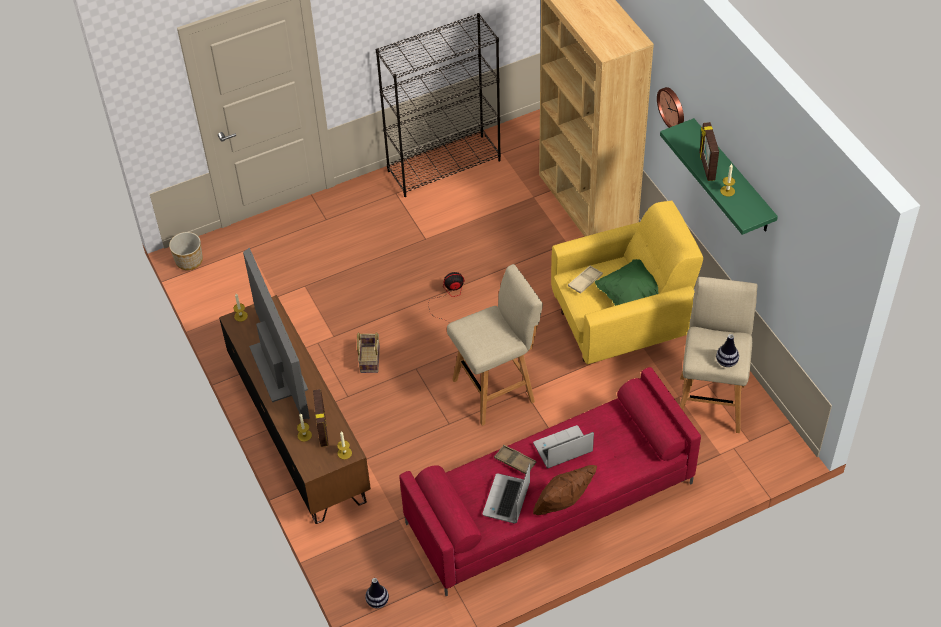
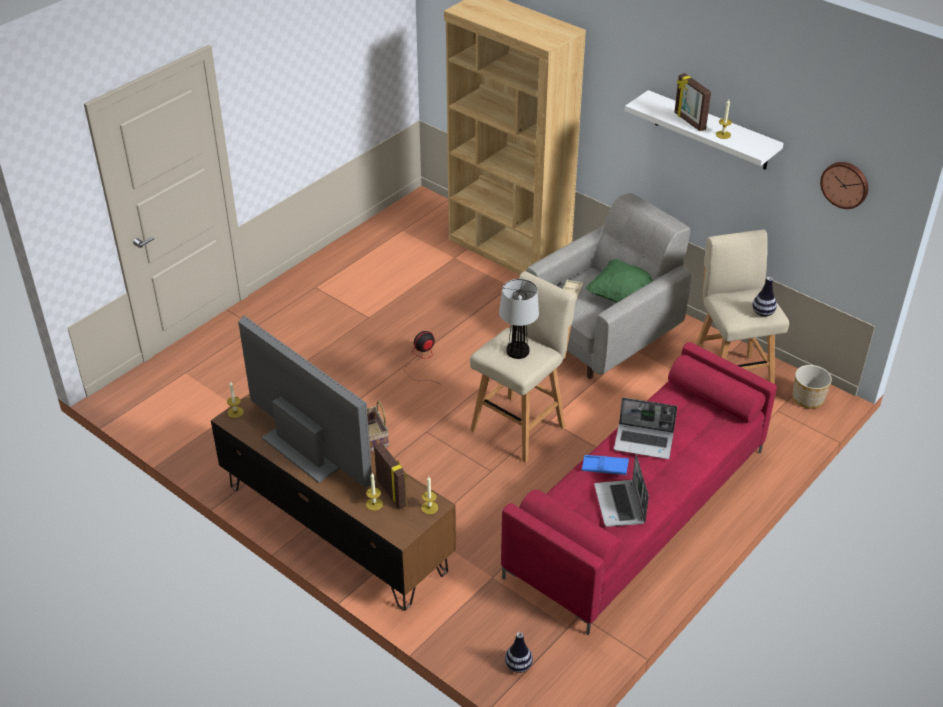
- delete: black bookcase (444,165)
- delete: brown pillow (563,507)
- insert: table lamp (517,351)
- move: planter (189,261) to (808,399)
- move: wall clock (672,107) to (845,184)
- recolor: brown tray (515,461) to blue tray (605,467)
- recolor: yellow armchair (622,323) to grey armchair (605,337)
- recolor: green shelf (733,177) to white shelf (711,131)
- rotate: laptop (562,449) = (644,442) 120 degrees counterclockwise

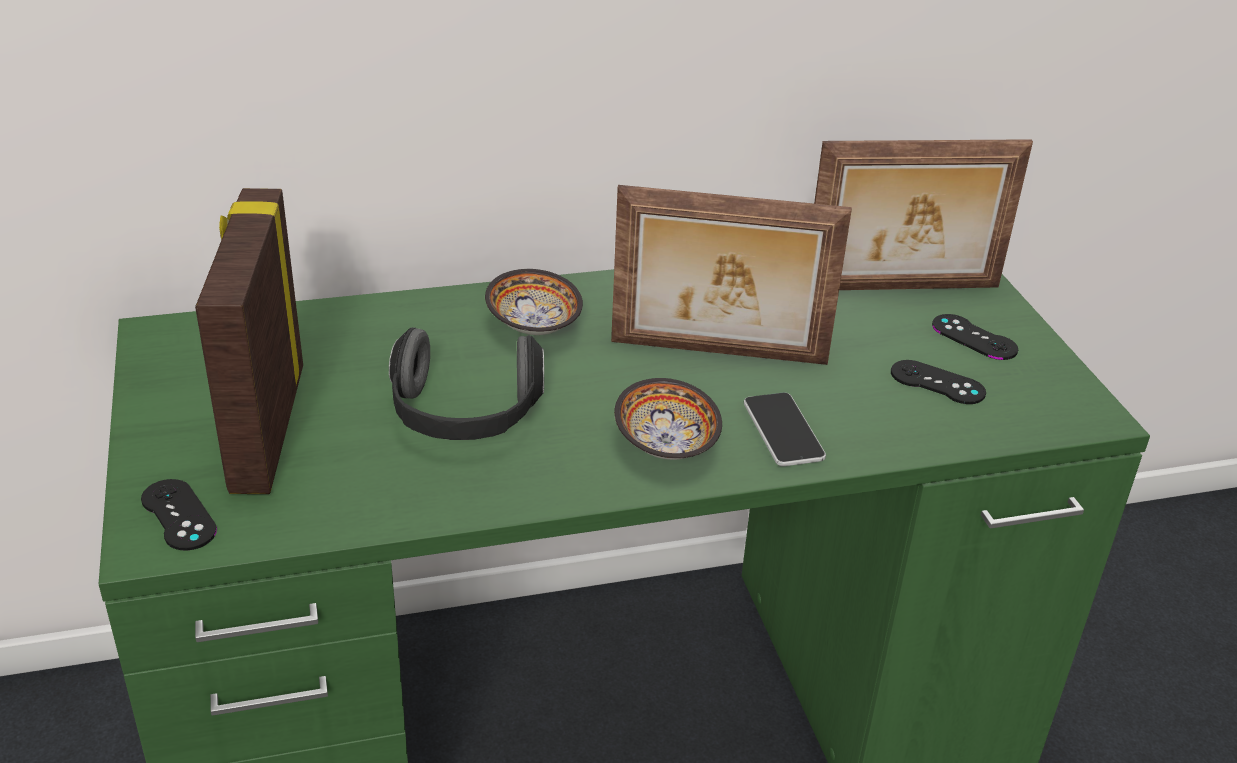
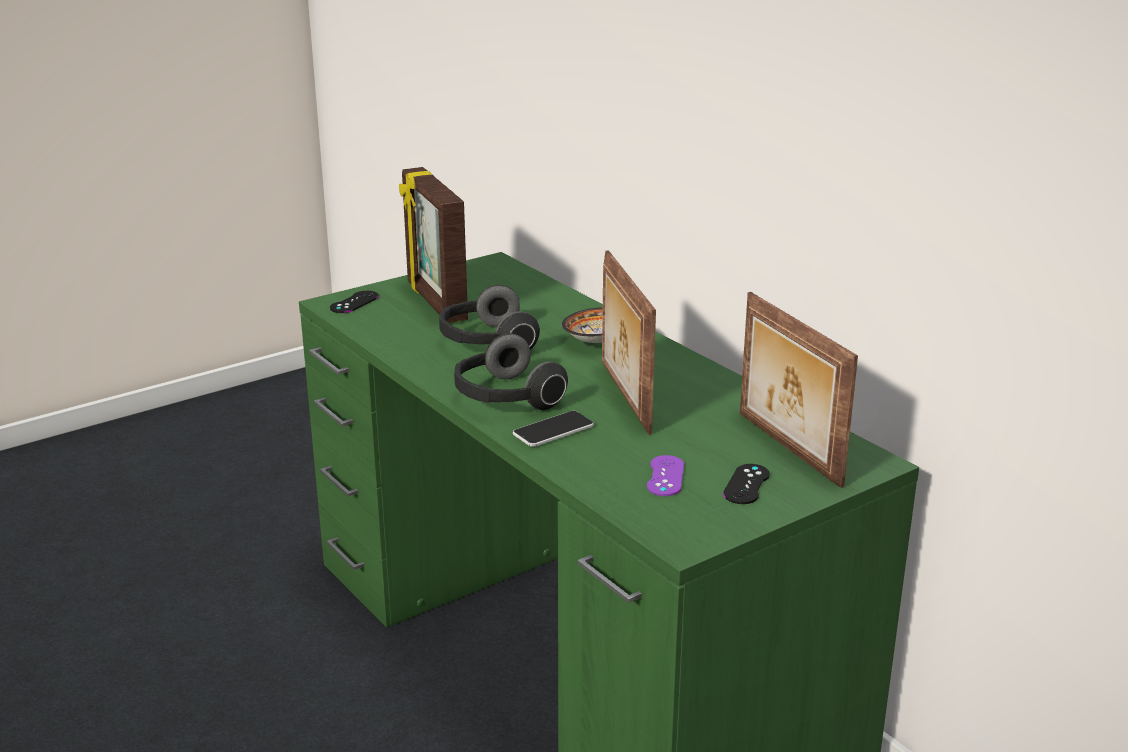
- replace: bowl (664,446) to headphones (505,398)
- recolor: black game controller (937,383) to purple game controller (665,476)
- rotate: picture frame (264,428) = (435,302) 90 degrees counterclockwise

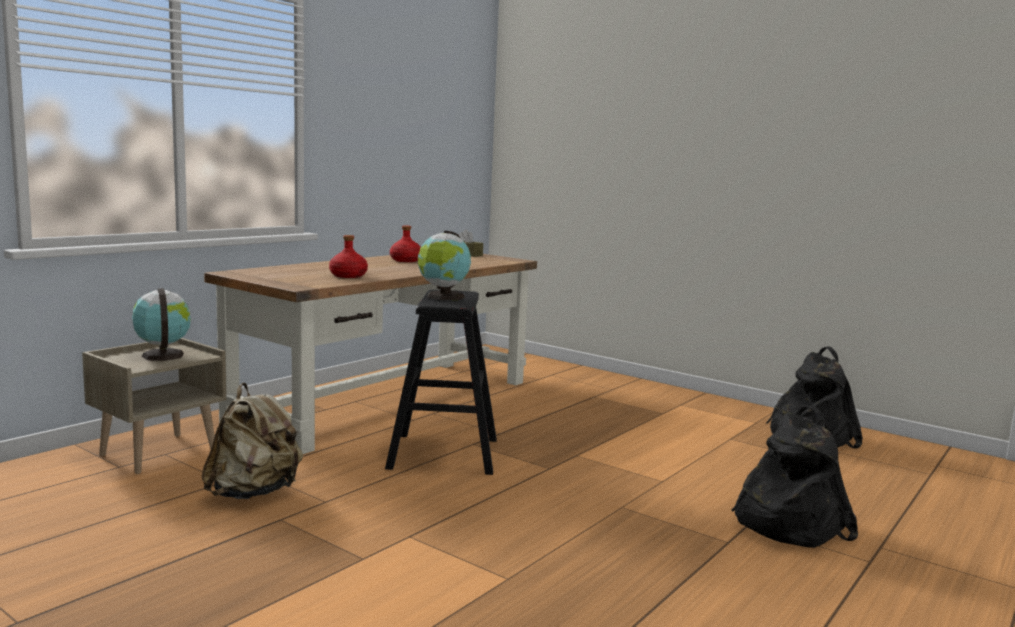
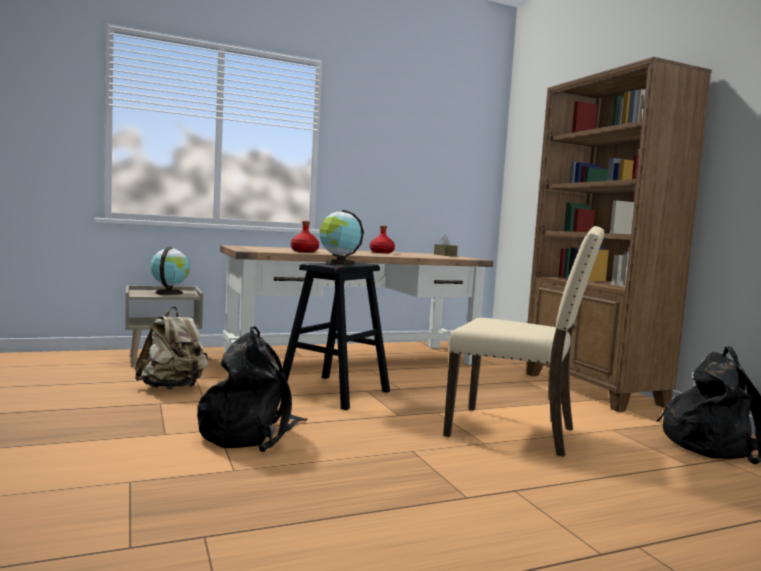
- insert: beige chair (514,431)
- insert: brown bookcase (592,389)
- move: black backpack (785,523) to (251,432)

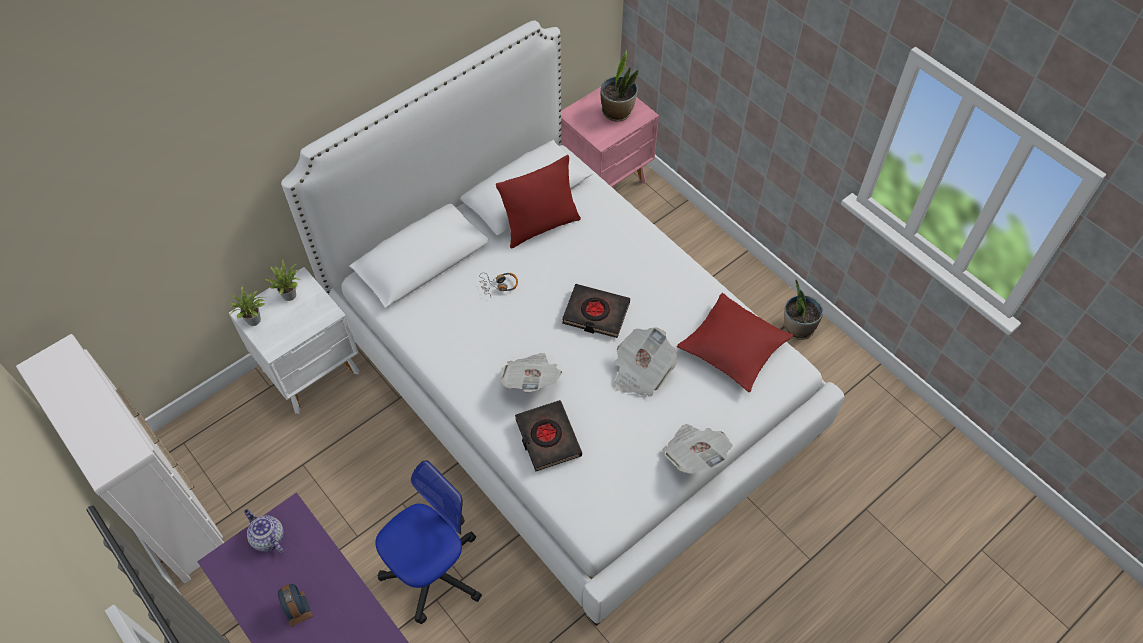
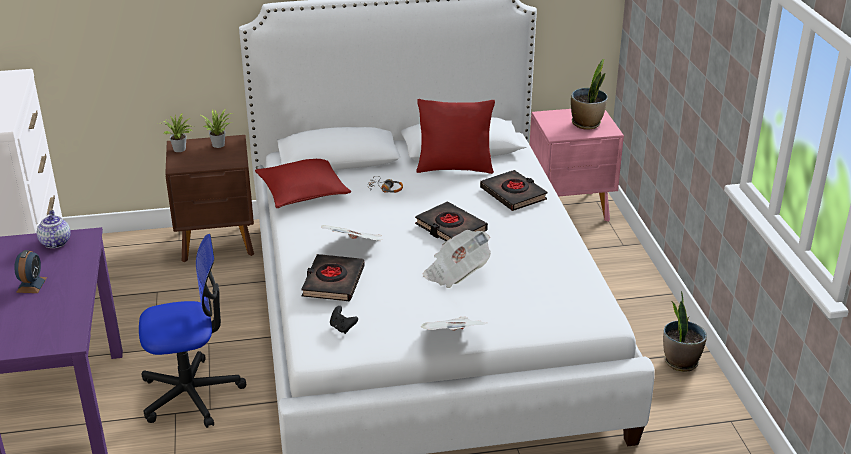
- insert: black game controller (342,328)
- insert: black book (513,194)
- move: red pillow (733,348) to (303,192)
- recolor: white nightstand (313,372) to brown nightstand (218,243)

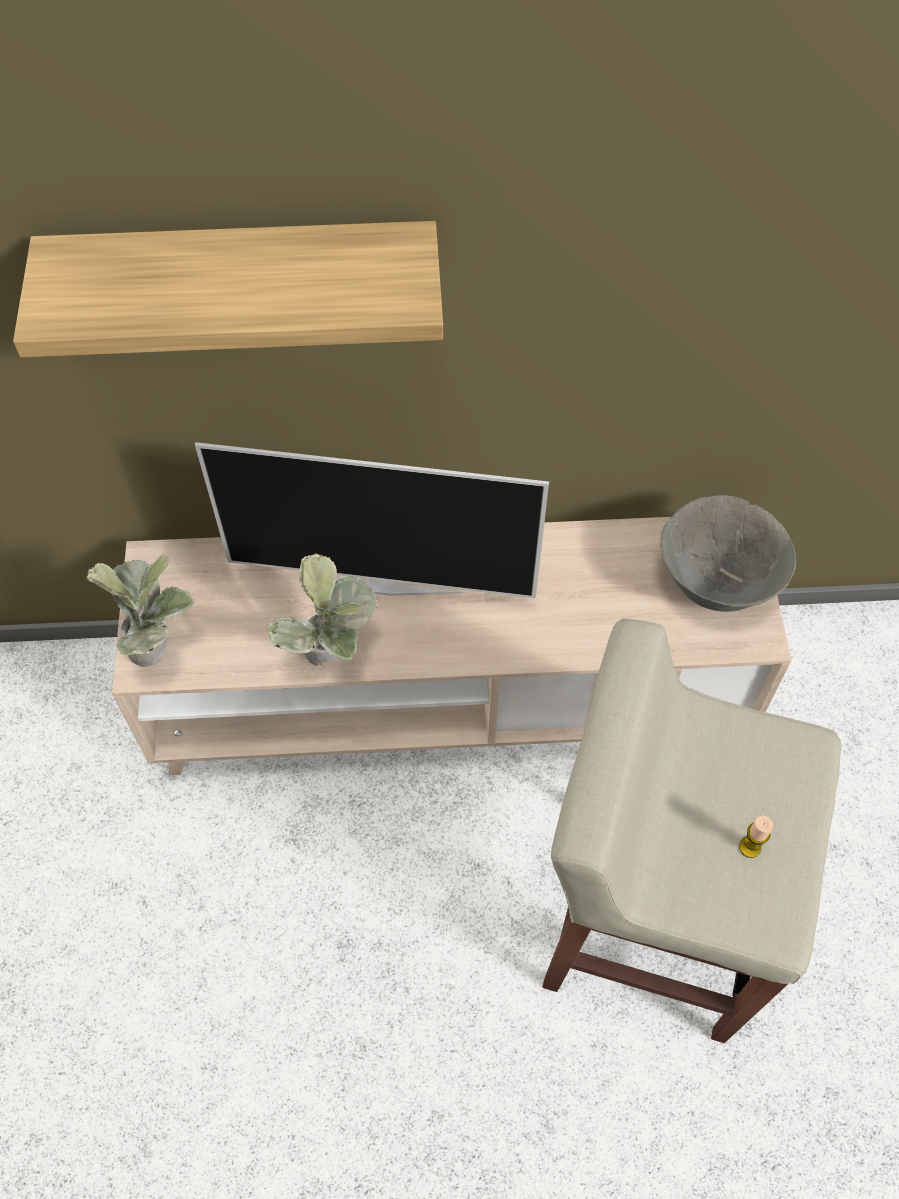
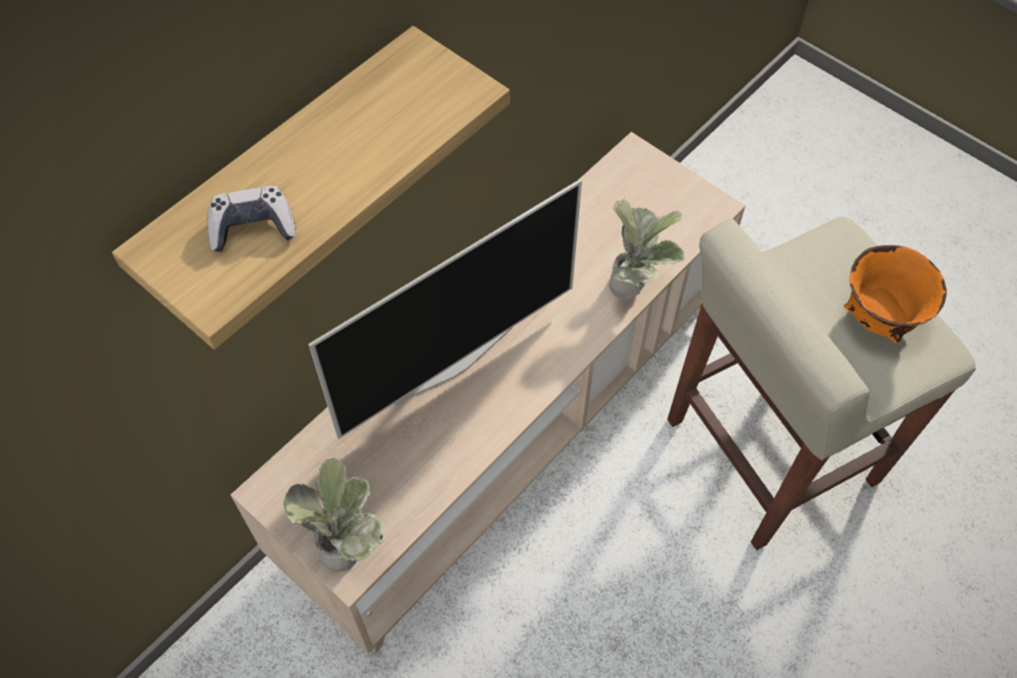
- delete: grey bowl (716,583)
- insert: game controller (252,227)
- move: potted plant (332,657) to (635,285)
- replace: candle (749,847) to orange bowl (879,320)

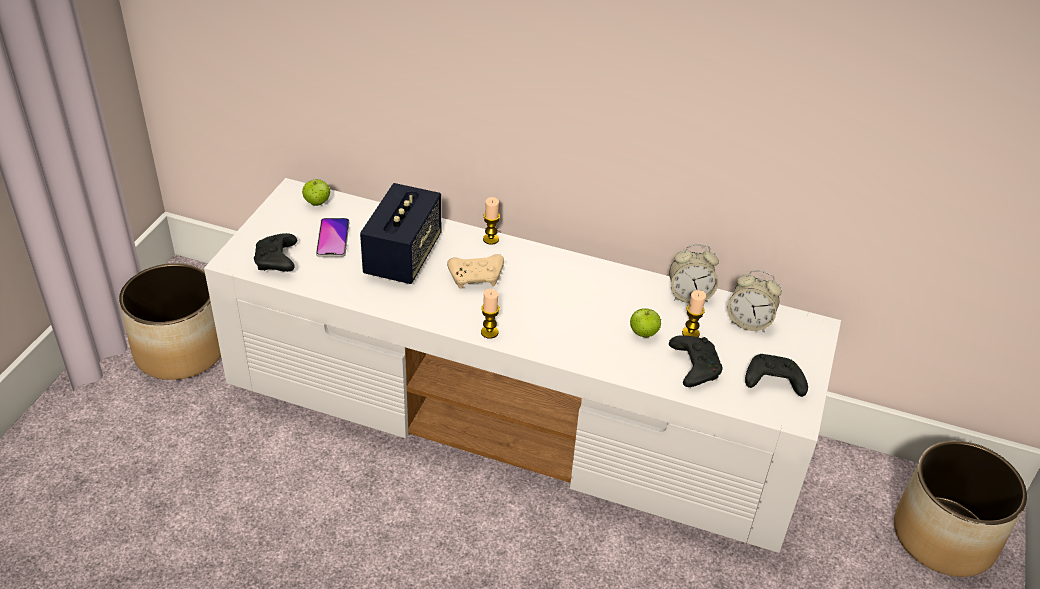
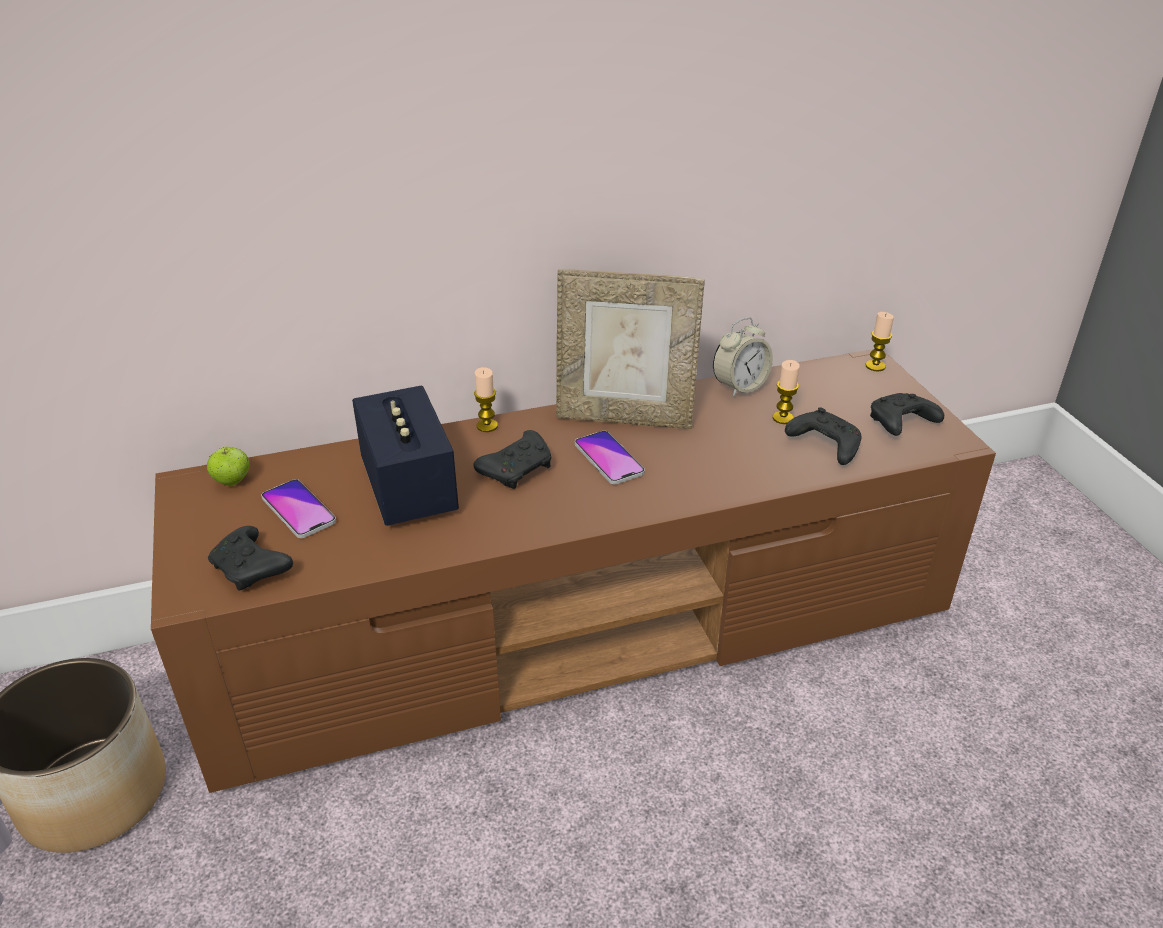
- delete: apple (643,333)
- delete: alarm clock (749,322)
- delete: planter (945,536)
- insert: picture frame (625,417)
- insert: phone (608,459)
- move: candle (489,332) to (875,366)
- recolor: white tv stand (517,415) to brown tv stand (585,628)
- recolor: beige game controller (477,277) to black game controller (518,469)

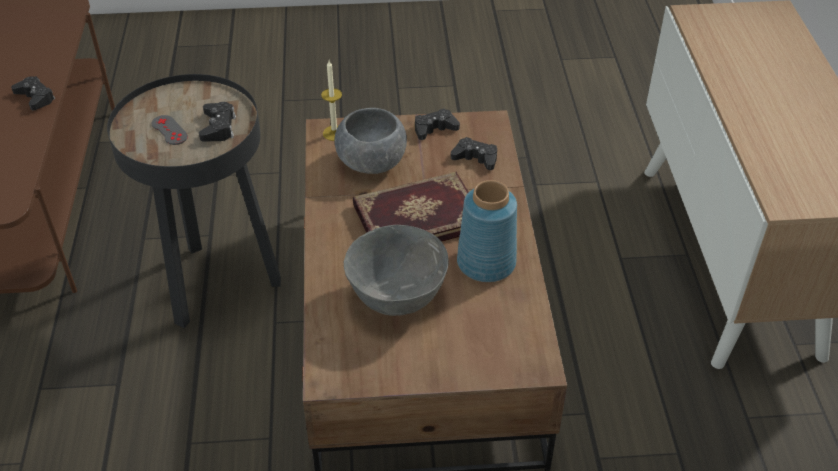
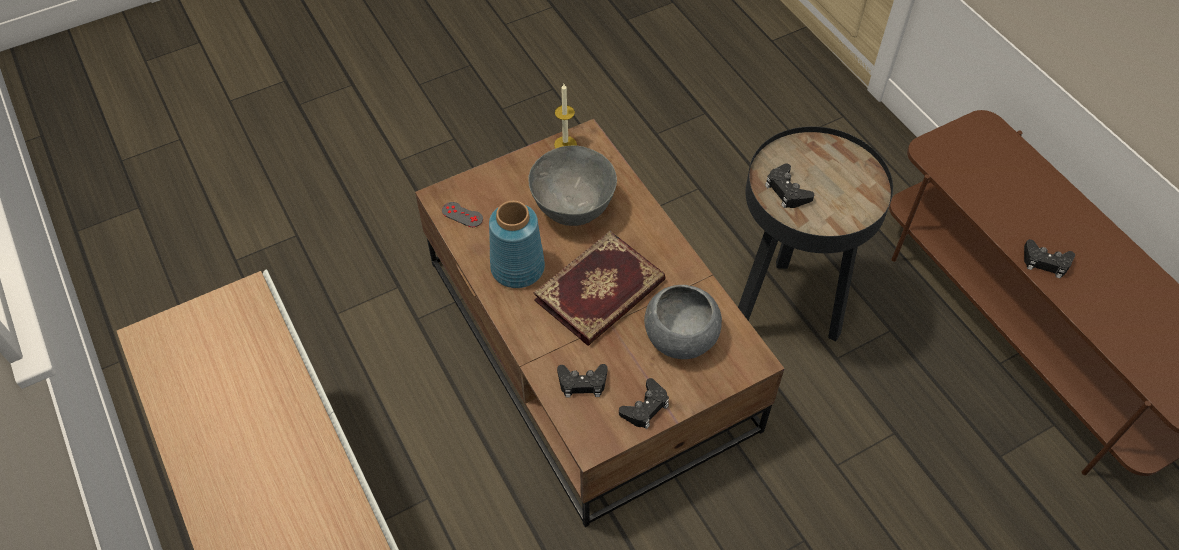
- move: grey game controller (169,130) to (462,215)
- move: candle (334,133) to (565,144)

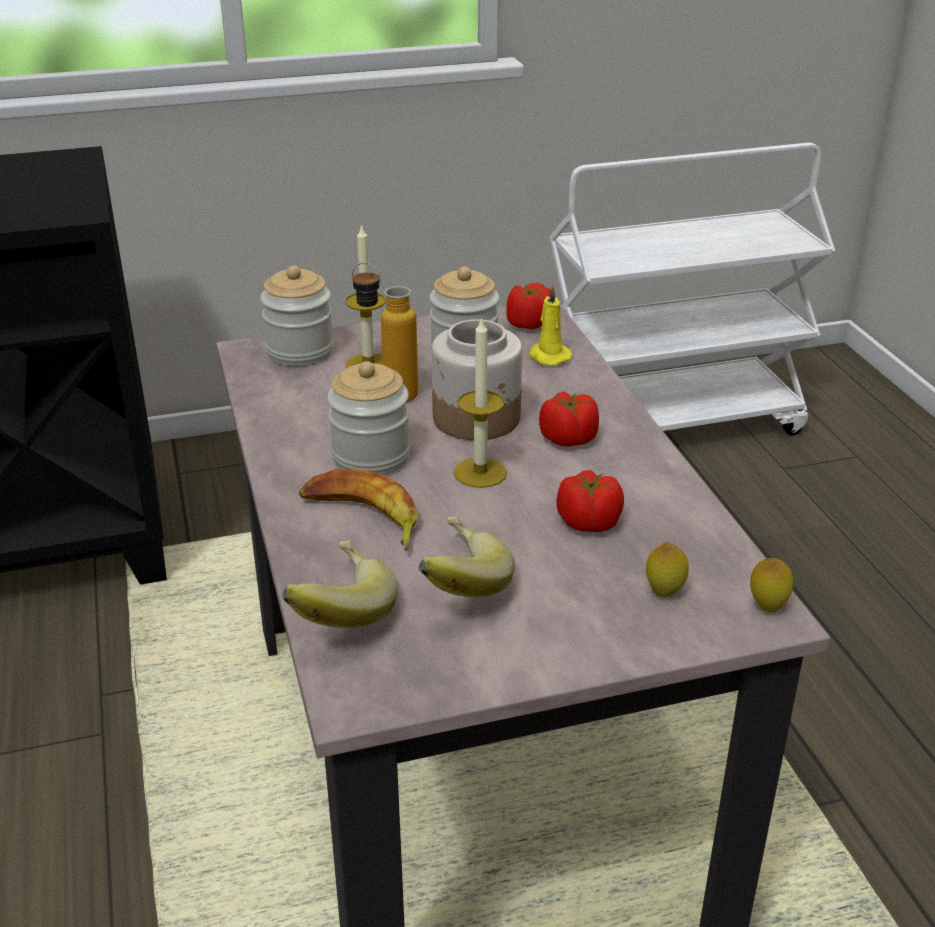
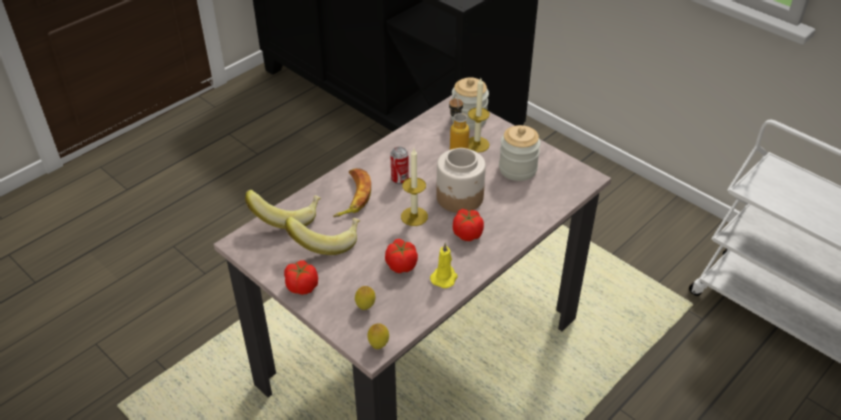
- move: tomato (529,324) to (302,286)
- move: yellow candle (548,356) to (444,277)
- replace: jar (371,457) to can (399,179)

